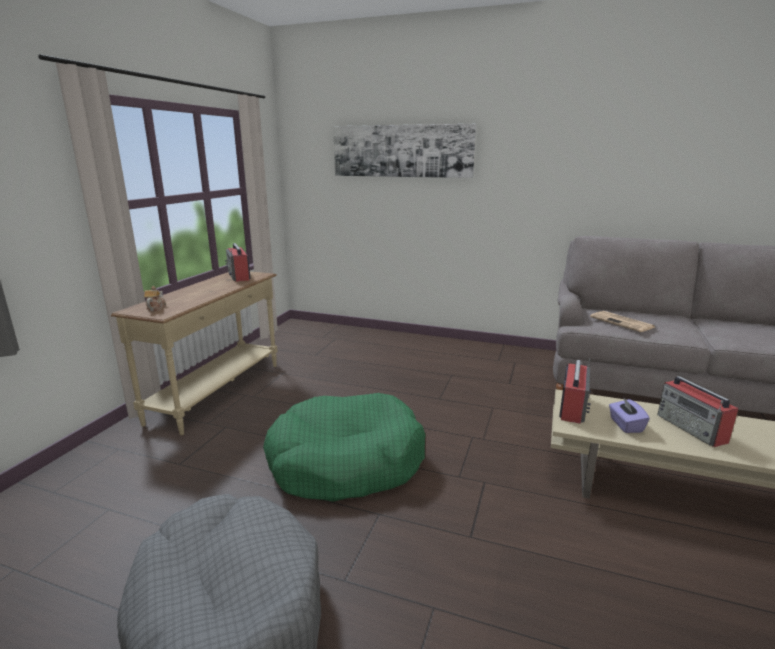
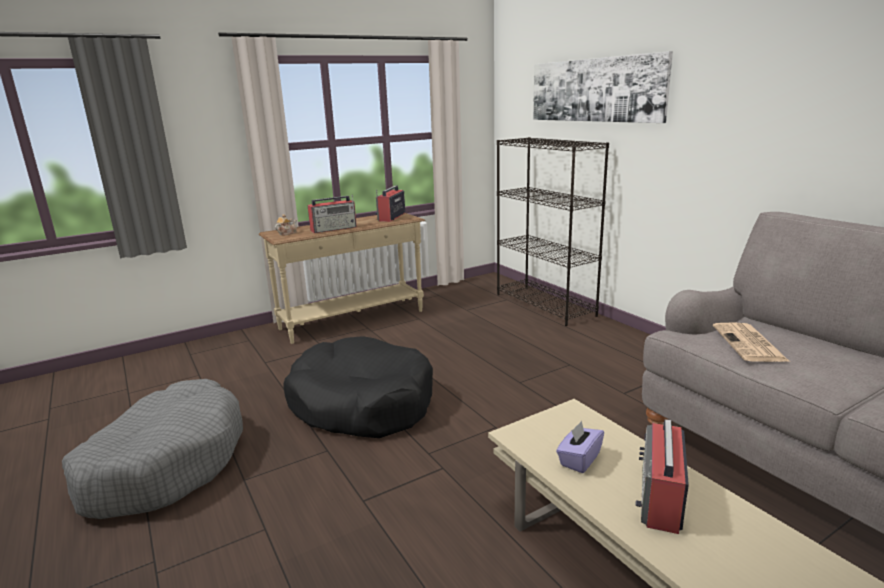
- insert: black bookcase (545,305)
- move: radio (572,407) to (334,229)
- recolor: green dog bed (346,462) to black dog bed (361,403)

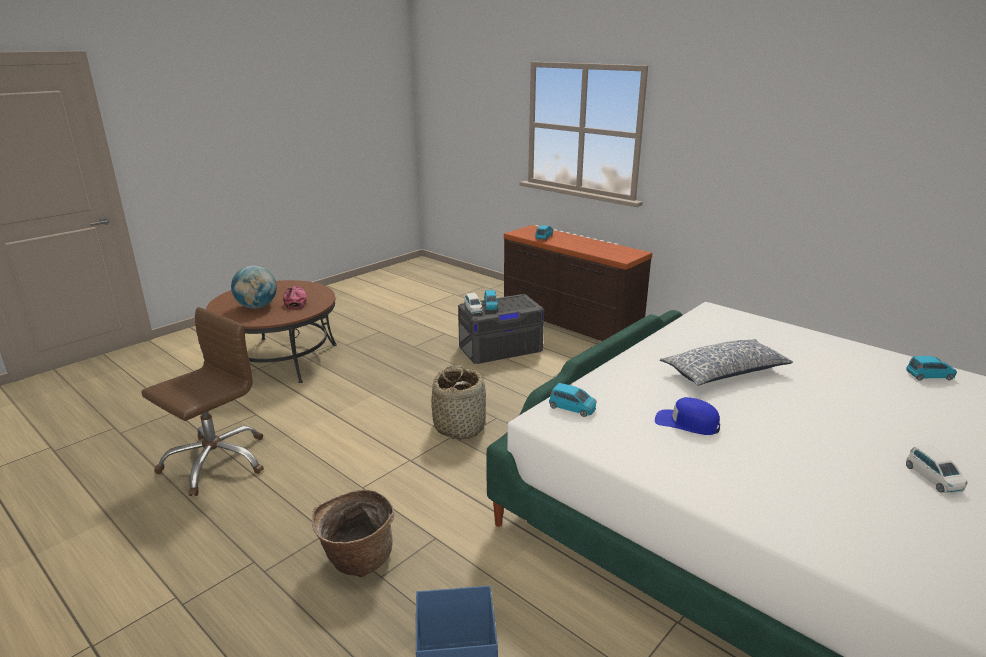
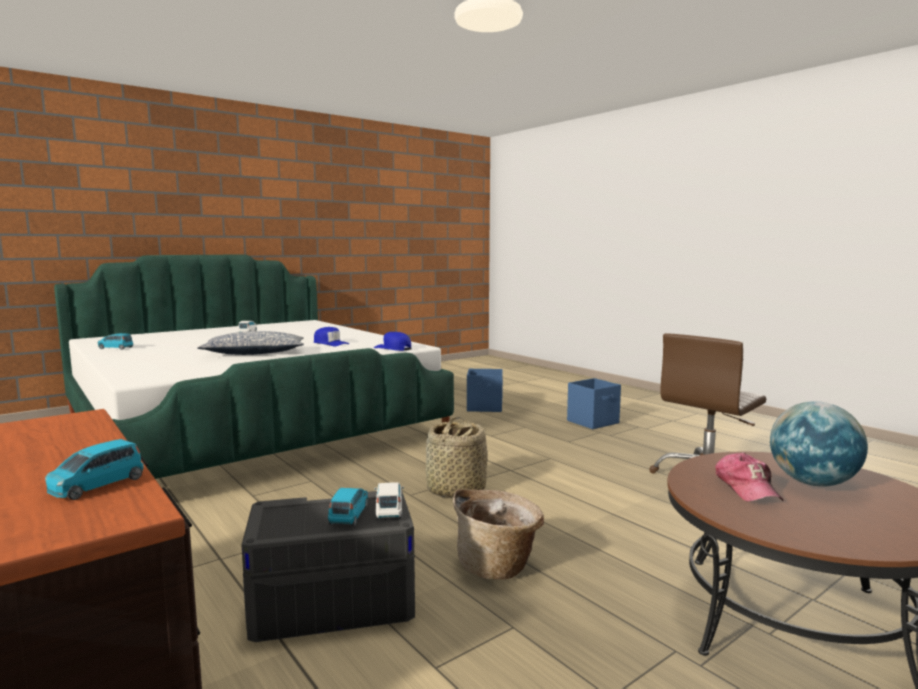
- insert: blue storage box (593,422)
- move: basket (357,559) to (497,565)
- replace: blue toy car (572,408) to blue cap (393,348)

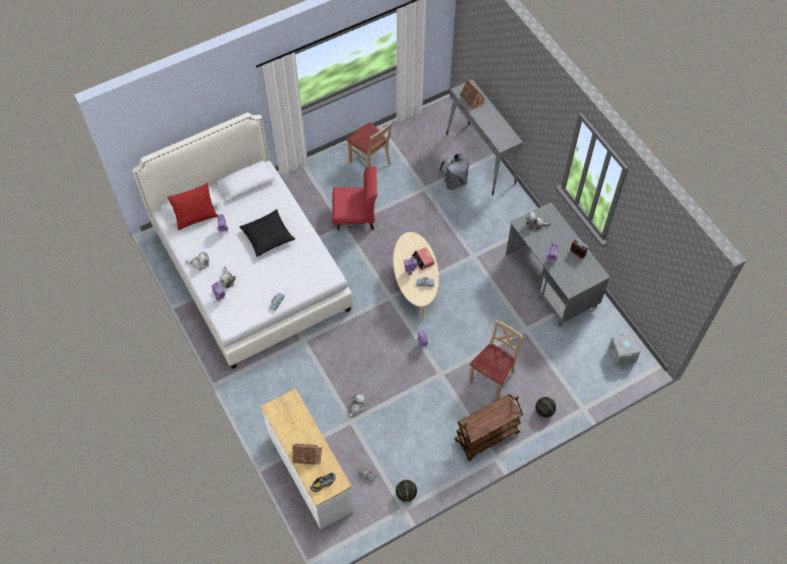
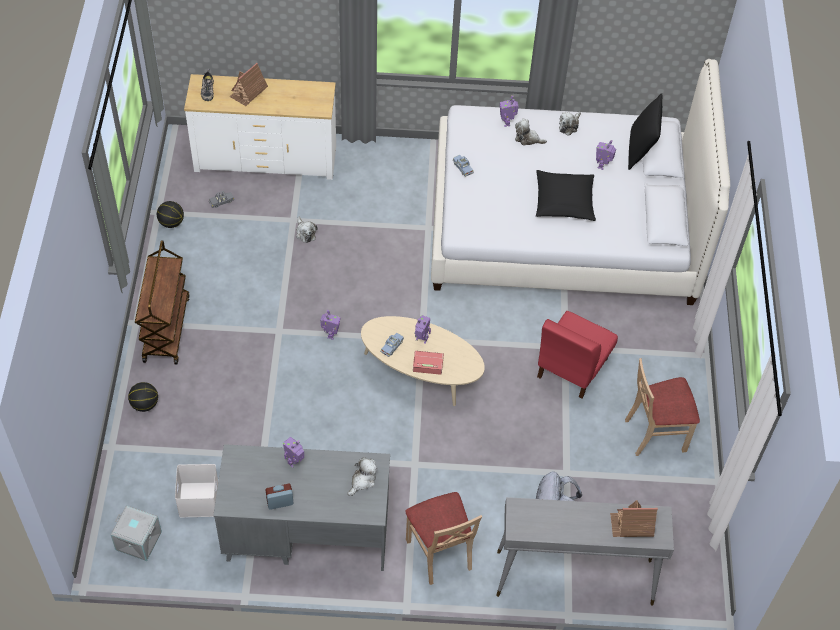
- insert: white storage box (198,499)
- move: beige chair (492,377) to (440,553)
- recolor: red pillow (196,217) to black pillow (641,149)

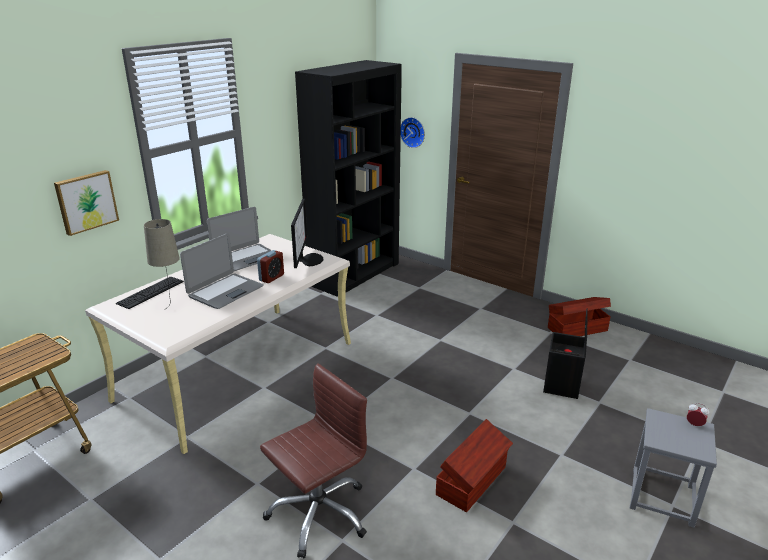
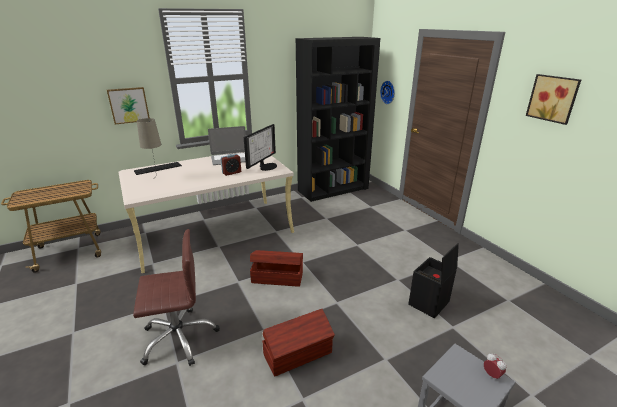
- delete: laptop (225,291)
- insert: picture (553,98)
- move: brown storage box (576,329) to (277,277)

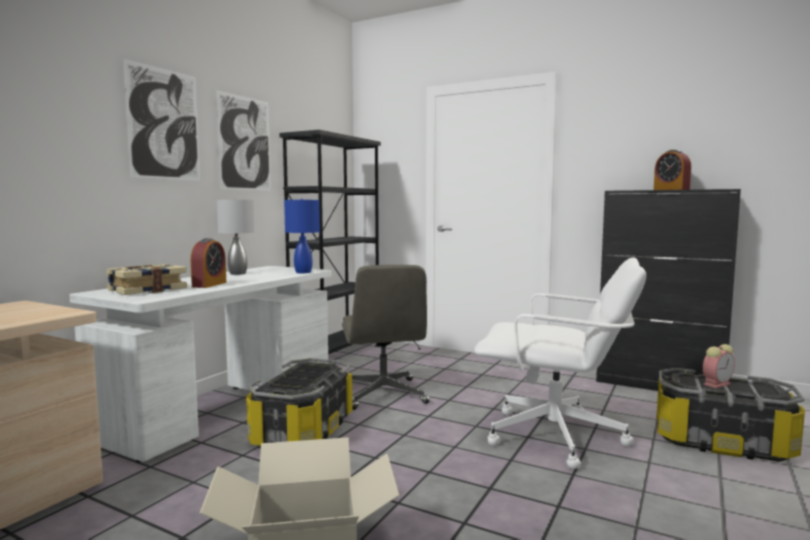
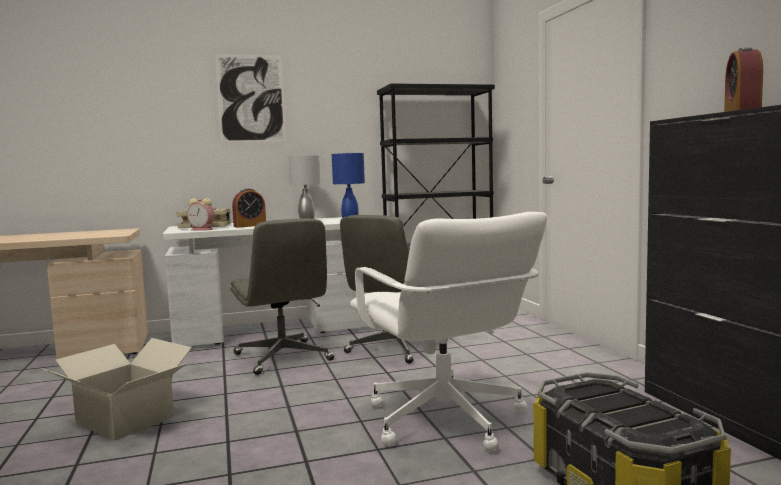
- delete: picture (245,143)
- move: alarm clock (717,384) to (203,229)
- replace: storage box (304,432) to grey office chair (283,357)

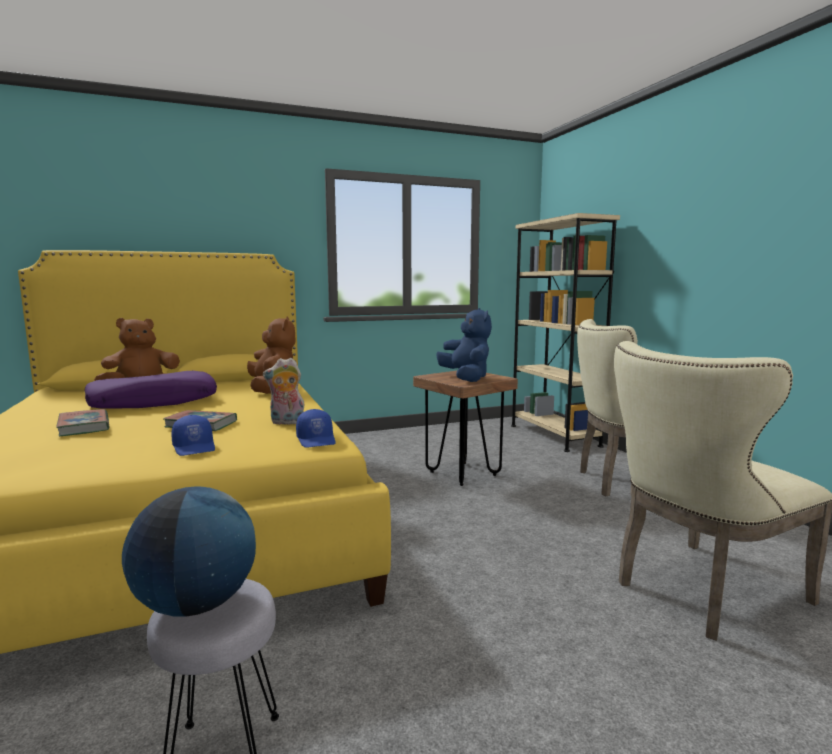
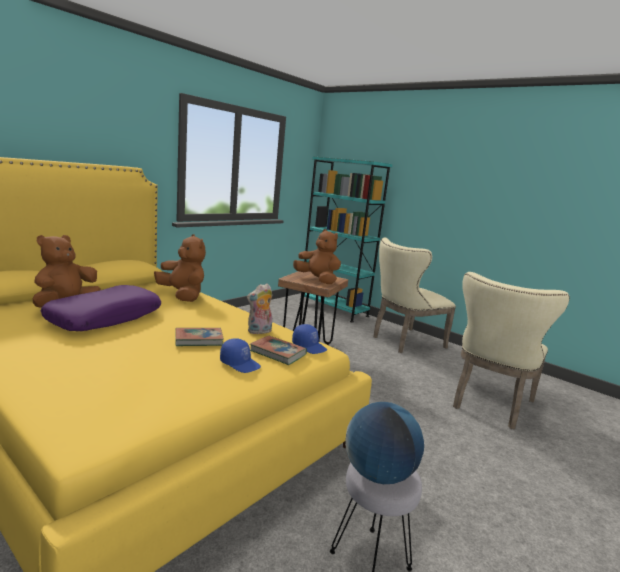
- move: book (84,426) to (278,353)
- recolor: blue plush toy (466,378) to brown plush toy (317,280)
- recolor: beige bookcase (554,435) to turquoise bookcase (333,310)

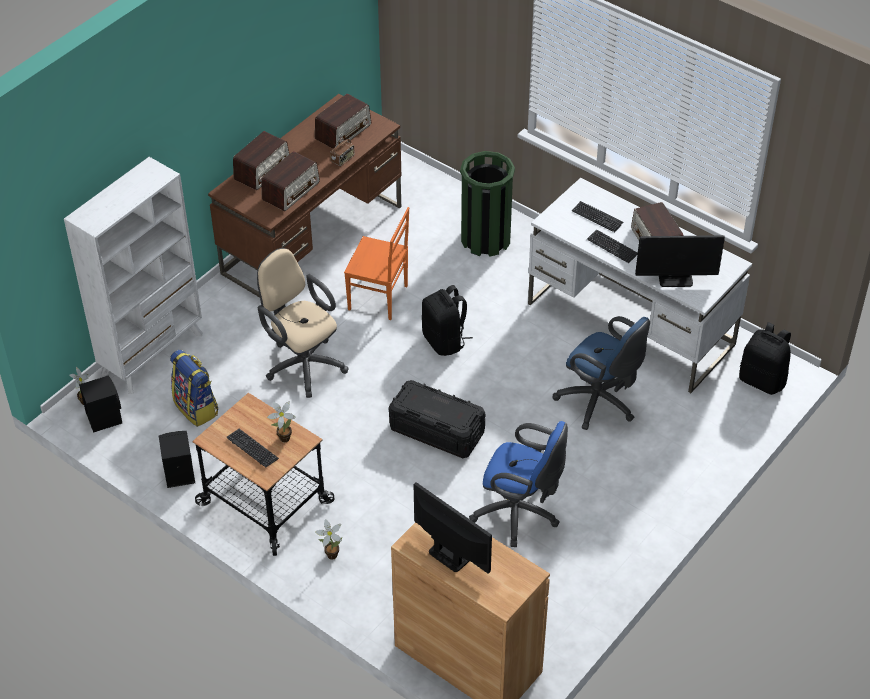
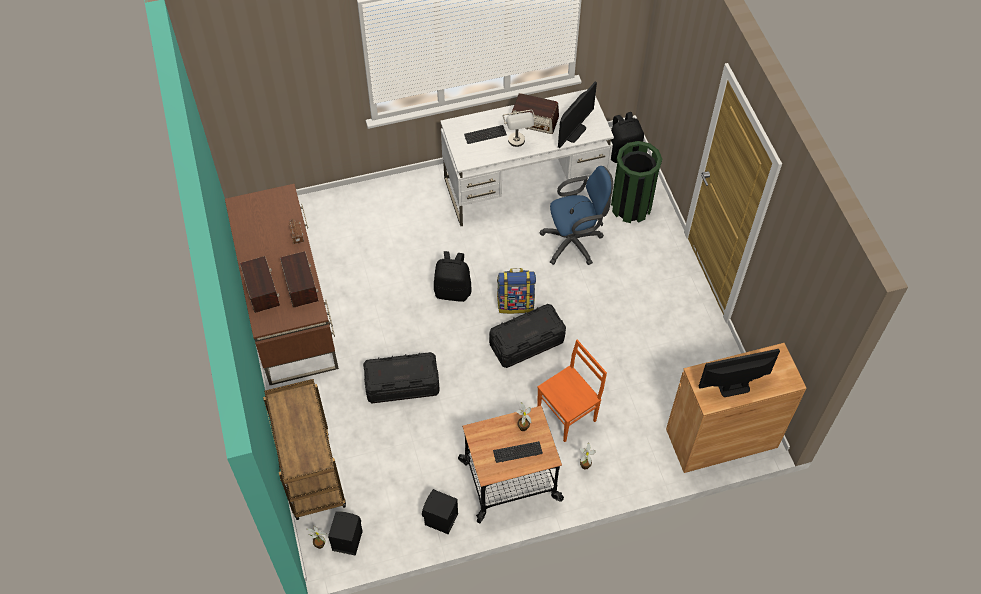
- delete: radio (343,132)
- delete: blue office chair (520,514)
- move: backpack (197,408) to (515,303)
- move: orange chair (378,298) to (568,415)
- move: green trash can (486,239) to (631,206)
- replace: white bookcase (153,354) to brown cart (310,473)
- replace: beige office chair (302,364) to black storage box (402,384)
- replace: keyboard (612,247) to grey table lamp (518,144)

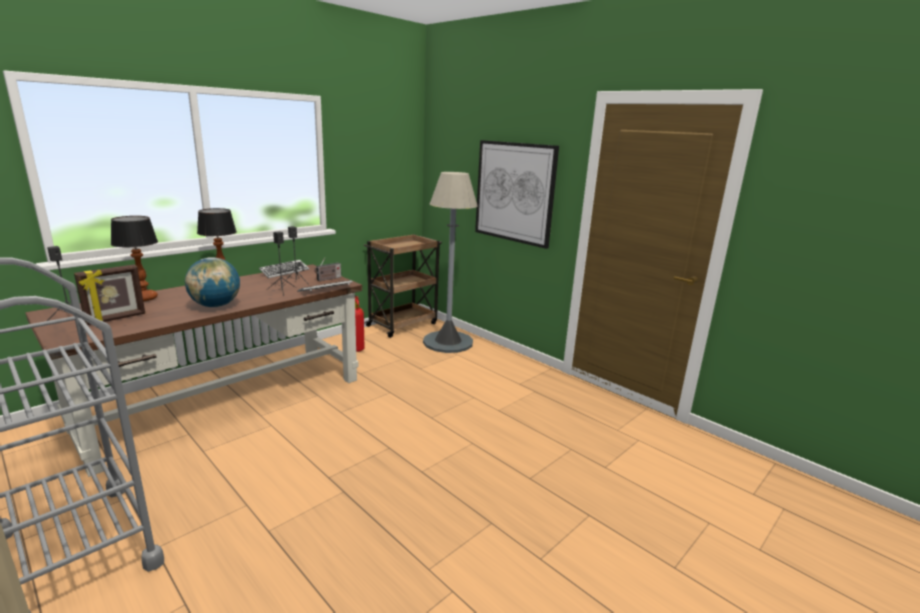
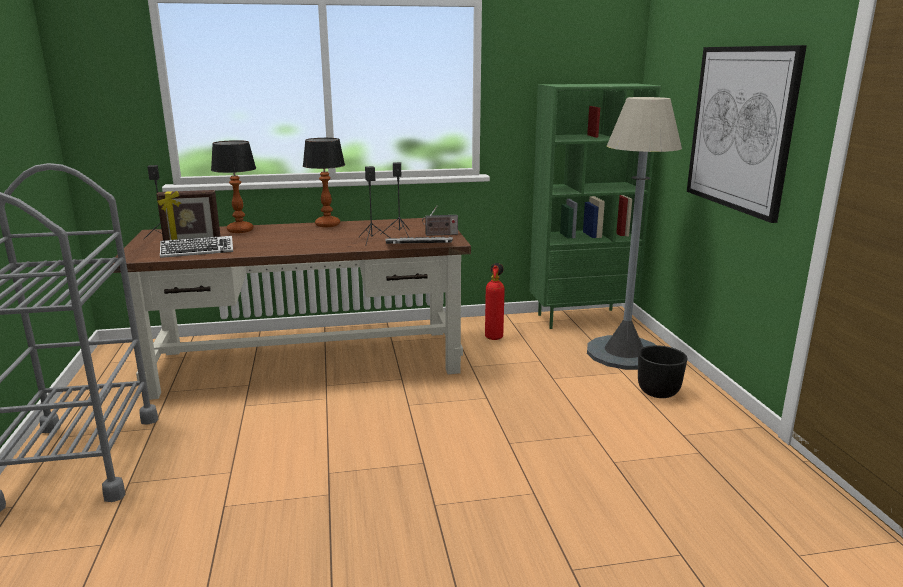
- delete: globe (215,305)
- insert: black planter (658,392)
- move: keyboard (284,272) to (197,251)
- replace: brown cart (403,324) to green bookcase (582,318)

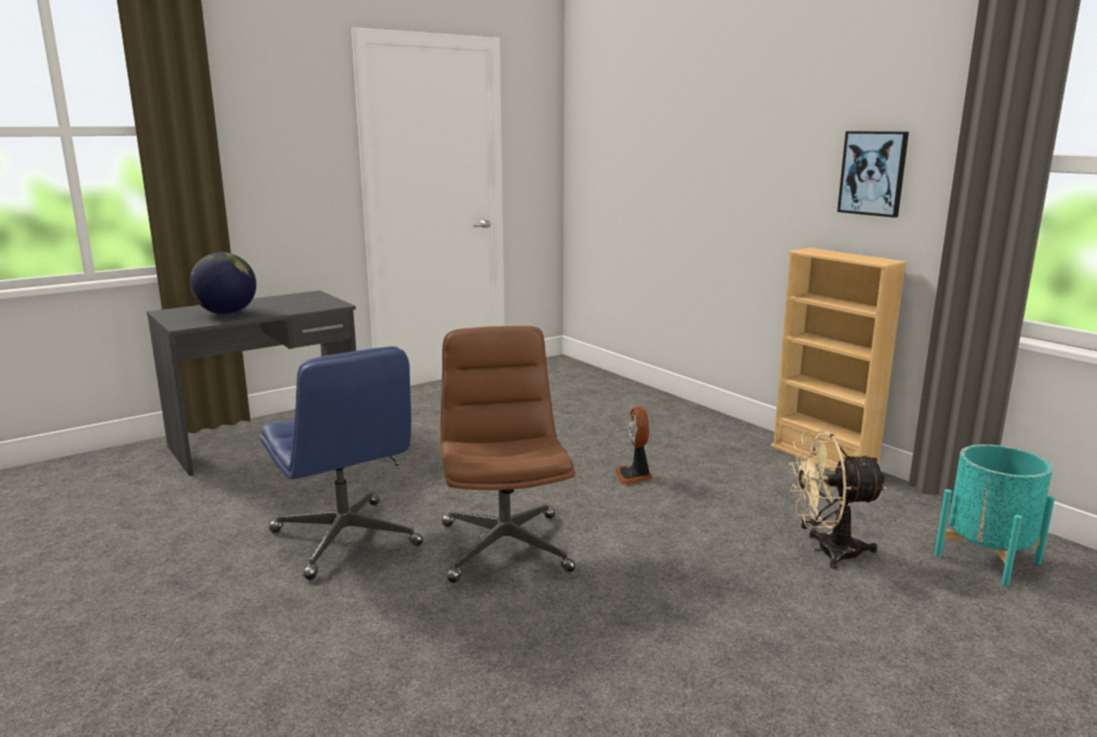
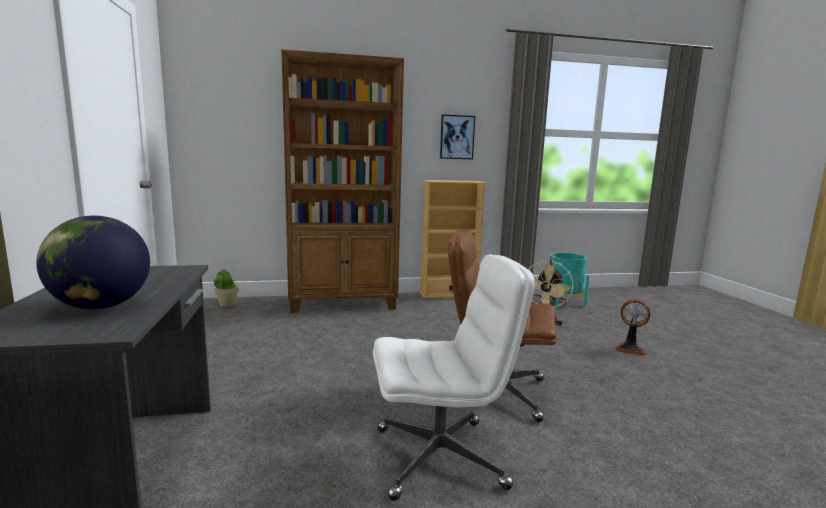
- insert: potted plant (227,304)
- insert: brown bookcase (344,303)
- move: fan (634,476) to (630,349)
- recolor: blue office chair (346,539) to white office chair (440,456)

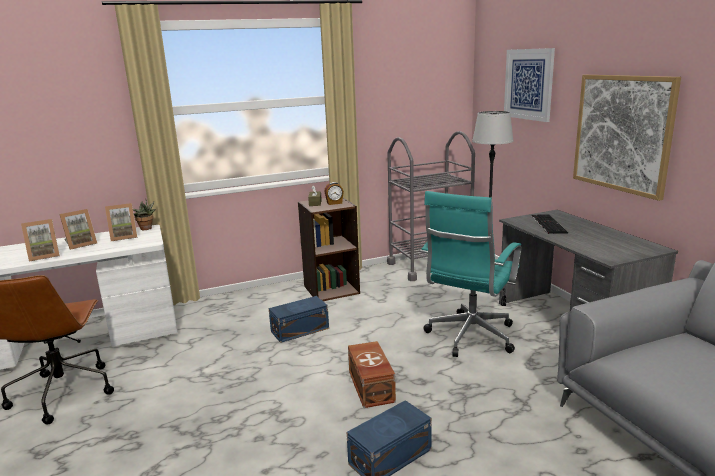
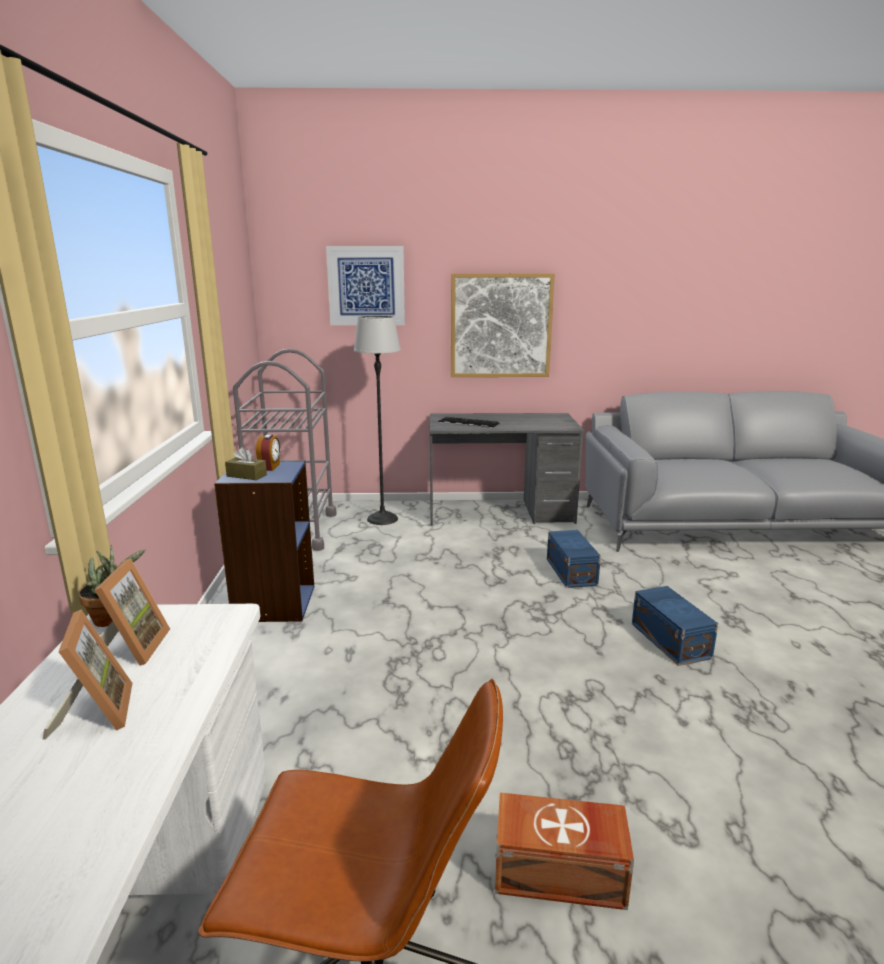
- delete: picture frame (44,256)
- delete: turquoise office chair (469,338)
- move: blue storage box (299,330) to (570,572)
- move: brown storage box (370,387) to (561,874)
- recolor: brown bookcase (331,289) to blue bookcase (273,603)

